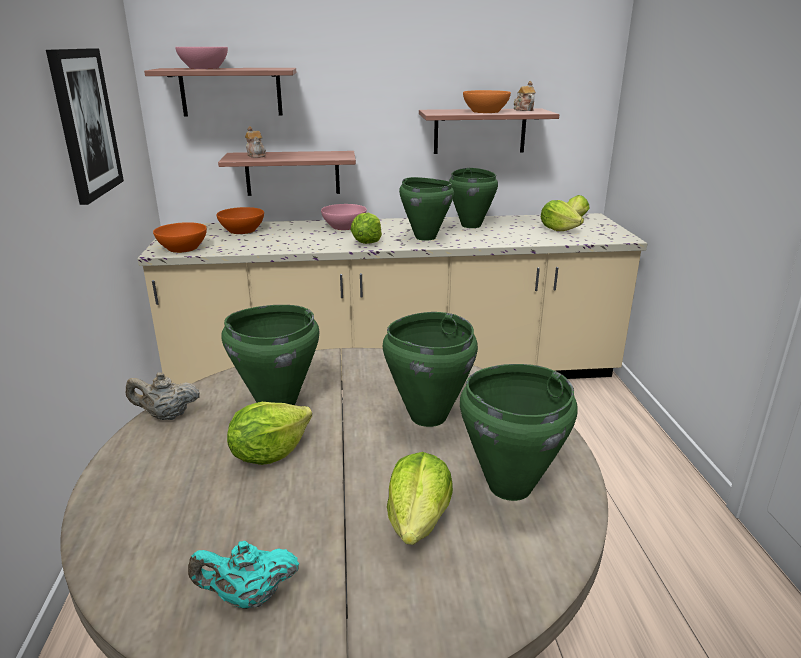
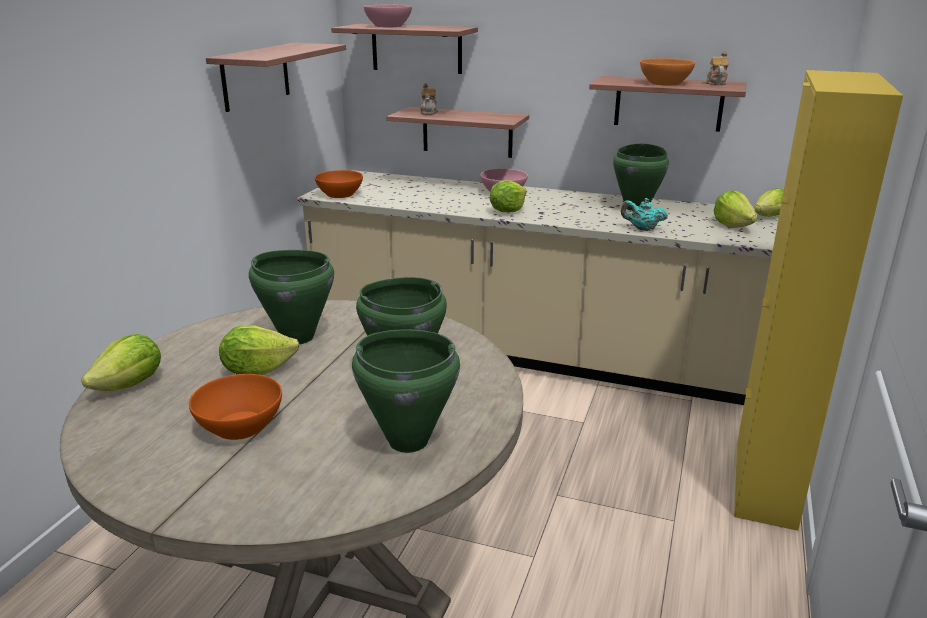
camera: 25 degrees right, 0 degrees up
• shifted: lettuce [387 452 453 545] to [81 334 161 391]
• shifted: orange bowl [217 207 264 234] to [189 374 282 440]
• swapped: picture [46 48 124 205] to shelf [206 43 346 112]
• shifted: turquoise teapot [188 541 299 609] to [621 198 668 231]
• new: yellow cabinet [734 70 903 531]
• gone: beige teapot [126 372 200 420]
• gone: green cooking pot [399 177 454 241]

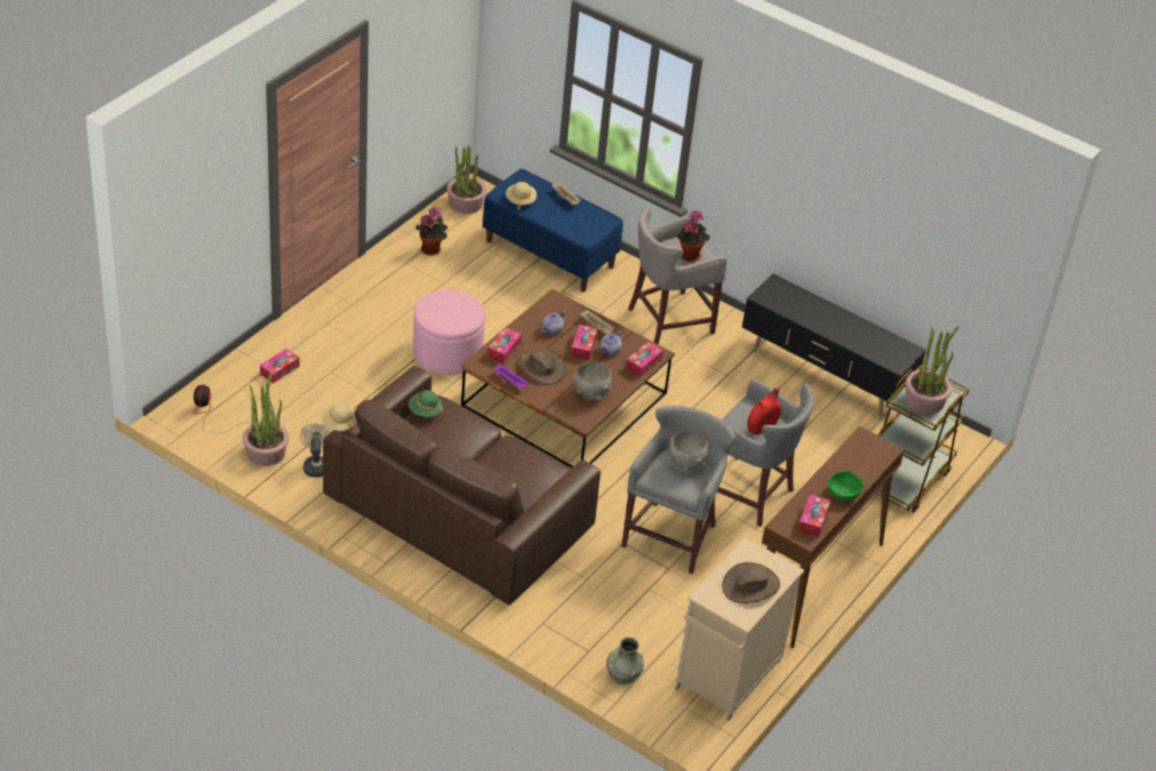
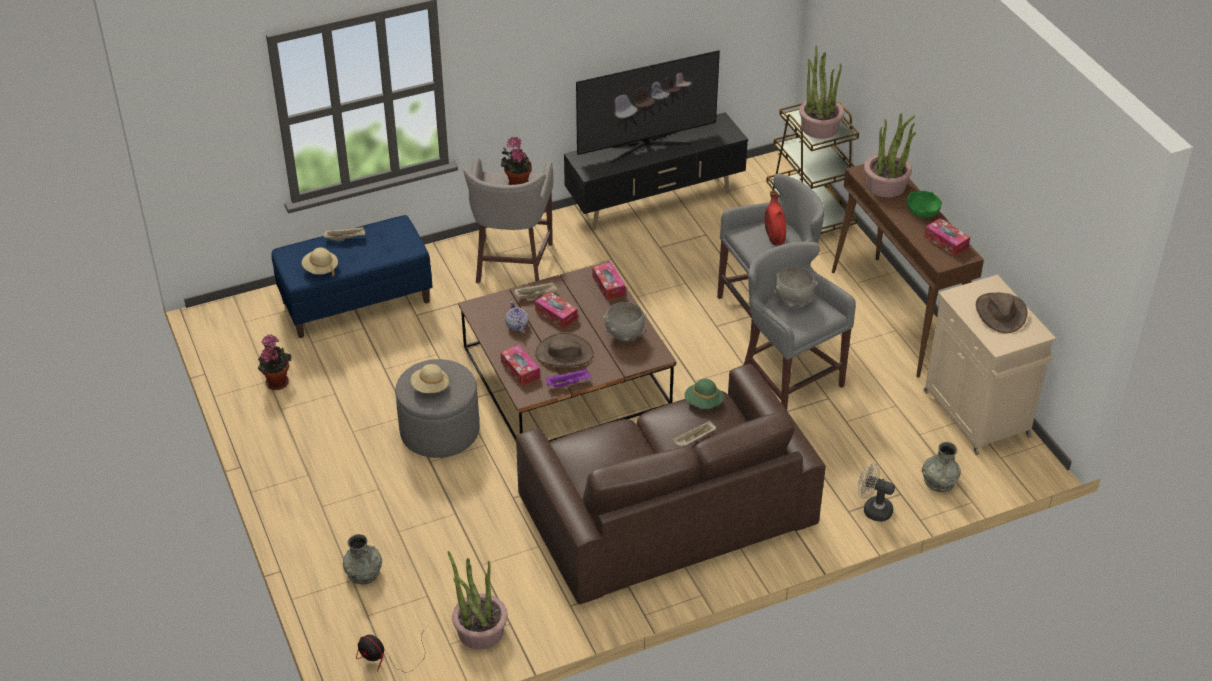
camera: 55 degrees left, 0 degrees up
• swapped: tissue box [260 349 299 383] to grey vase [343 534 382 585]
• repainted: pink ottoman [413 289 485 375] to grey ottoman [395 359 479 458]
• shifted: beige hat [321 403 357 434] to [411 364 449 393]
• new: television [576 50 720 163]
• new: beige tray [672 420 716 447]
• shifted: green hat [408 390 443 417] to [684 379 723 409]
• shifted: beige fan [299 423 332 477] to [857 463 895 522]
• shifted: potted plant [447 146 487 214] to [864 114 916 198]
• gone: teapot [600 331 623 355]

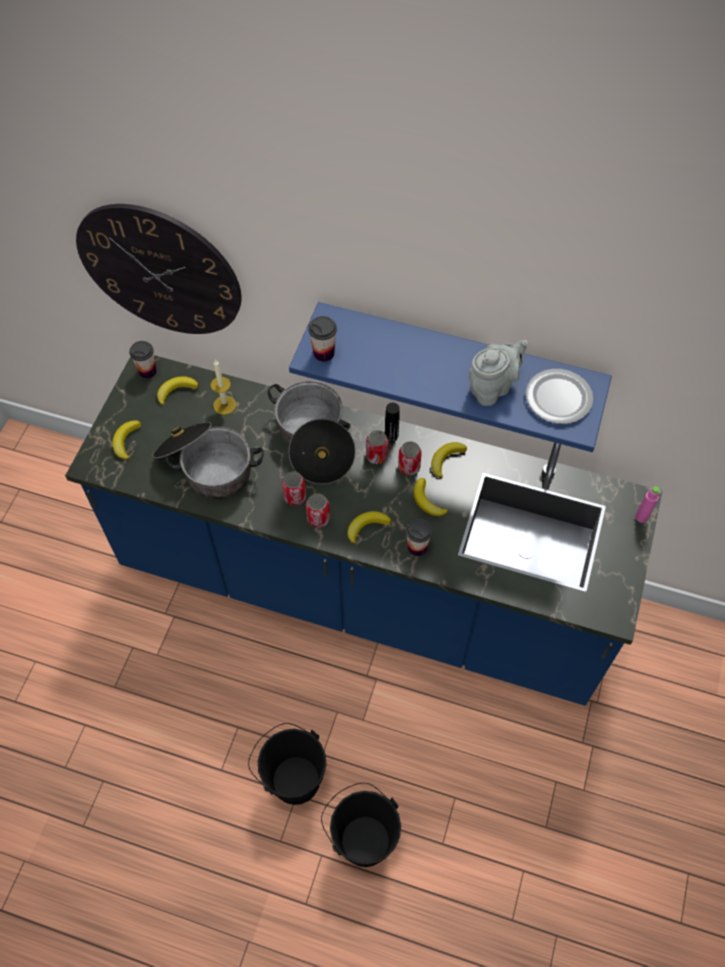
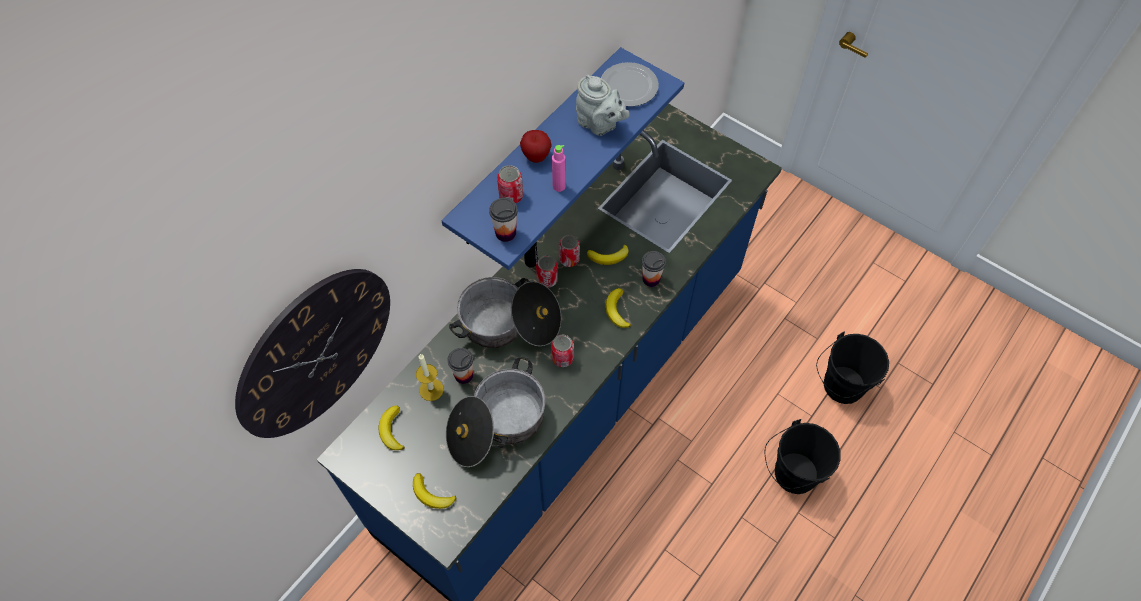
camera: 70 degrees left, 0 degrees up
• shifted: cup [129 341 156 379] to [448 348 473 384]
• shifted: can [306 493 330 528] to [497 165 523 203]
• new: apple [520 130 552 163]
• shifted: pink bottle [635 486 661 523] to [552 145 566 192]
• rotated: grey teapot [469 340 528 406] = [576 75 630 136] 150 degrees clockwise
• shifted: black bucket [248 723 327 805] to [816 331 889 404]
• gone: banana [431 442 467 479]

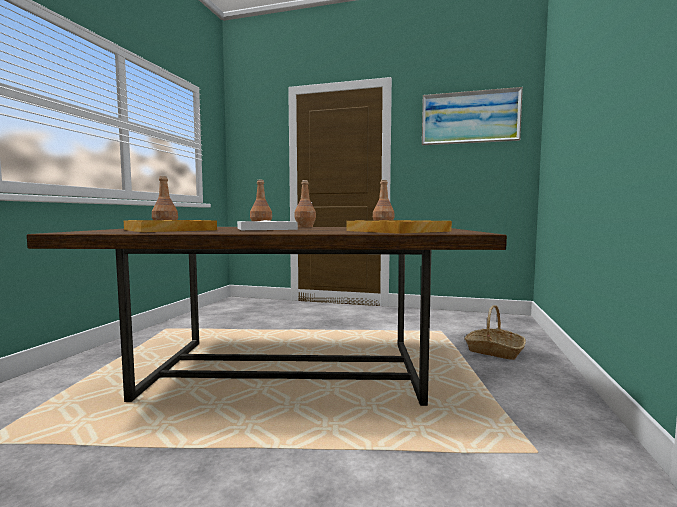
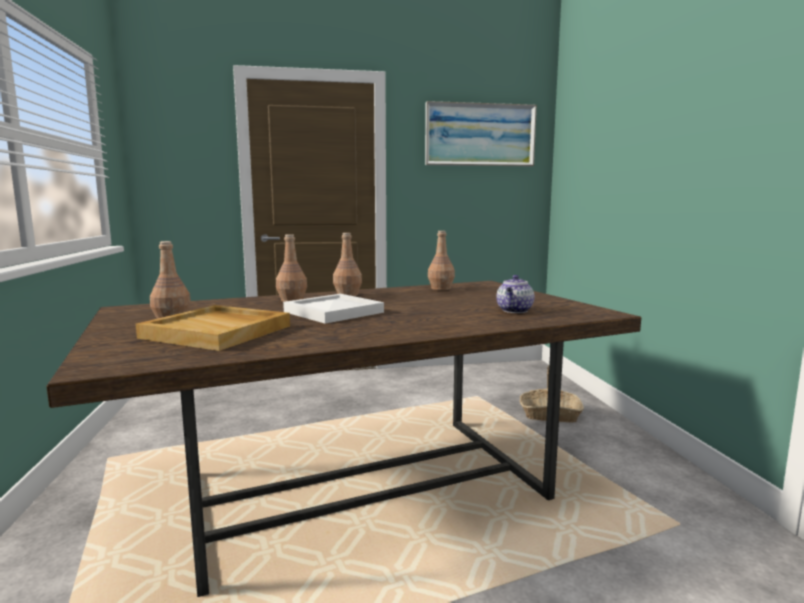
camera: 25 degrees left, 5 degrees up
• swapped: beige tray [346 220 452 234] to teapot [497 275 534 313]

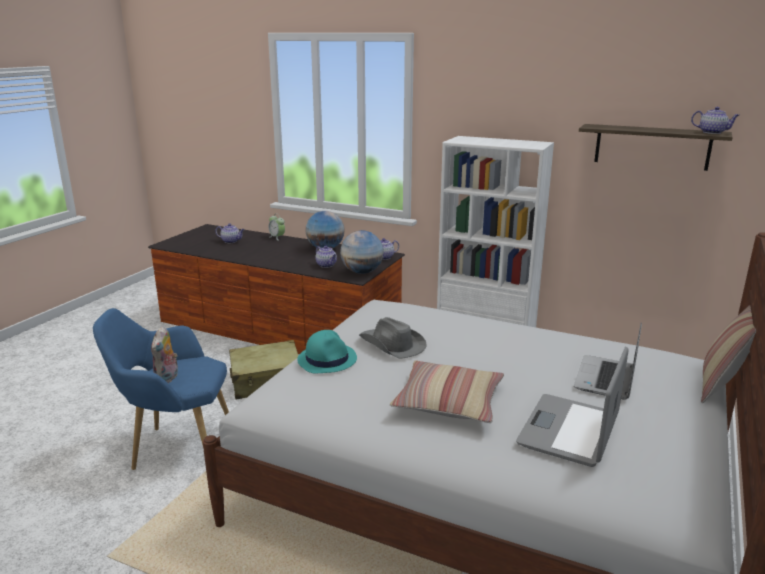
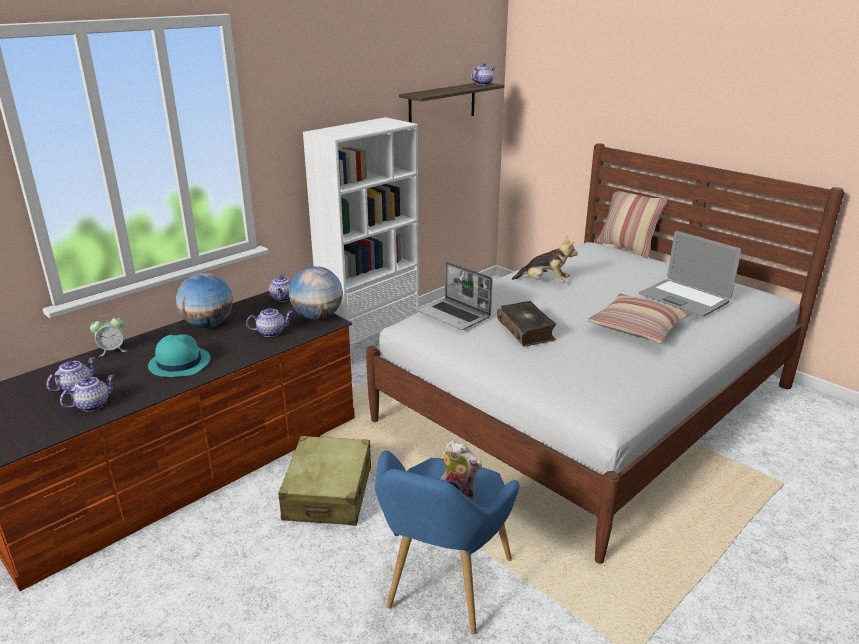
camera: 70 degrees left, 5 degrees up
• new: teapot [60 374 115 412]
• shifted: turquoise hat [297 330 357 373] to [148 334 211 377]
• shifted: laptop [574 322 642 400] to [417 262 492 330]
• swapped: grey hat [359 317 427 359] to book [497 301 556 346]
• new: plush toy [512 237 578 283]

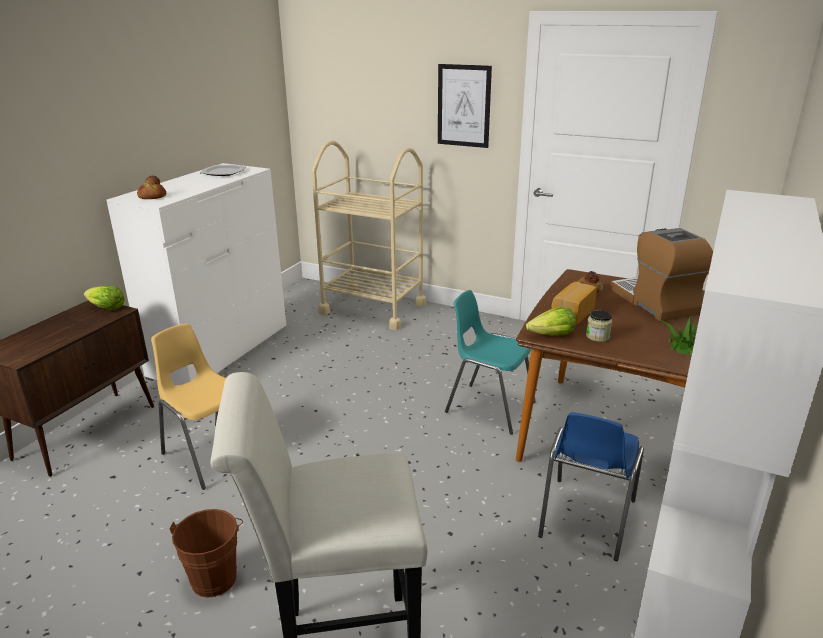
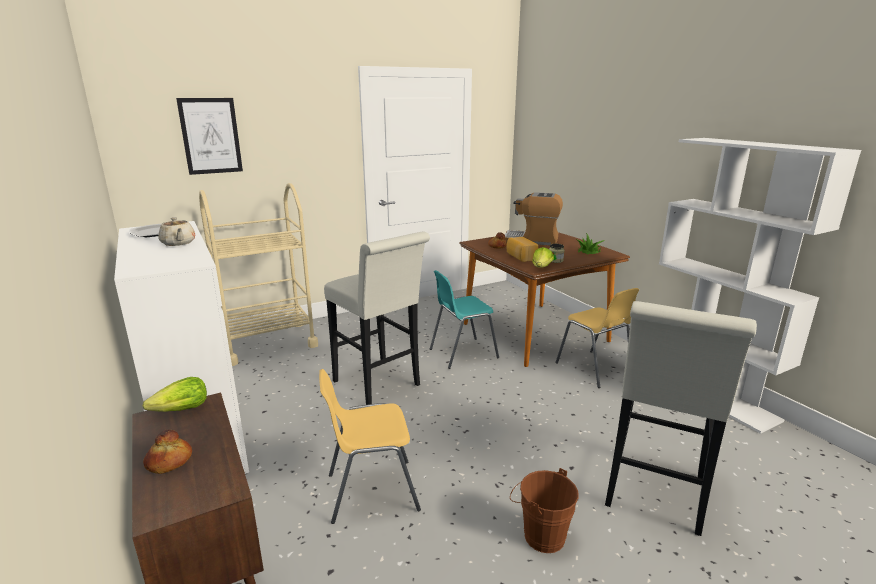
camera: 55 degrees left, 5 degrees down
• shifted: bread [137 176 166 199] to [143 429 192 474]
• new: beige teapot [158 217 195 246]
• shifted: picture [438 64 492 148] to [176 98 243 175]
• new: white stool [324 232 430 405]
• repainted: blue chair [538 412 644 561] to yellow chair [555 288 639 388]

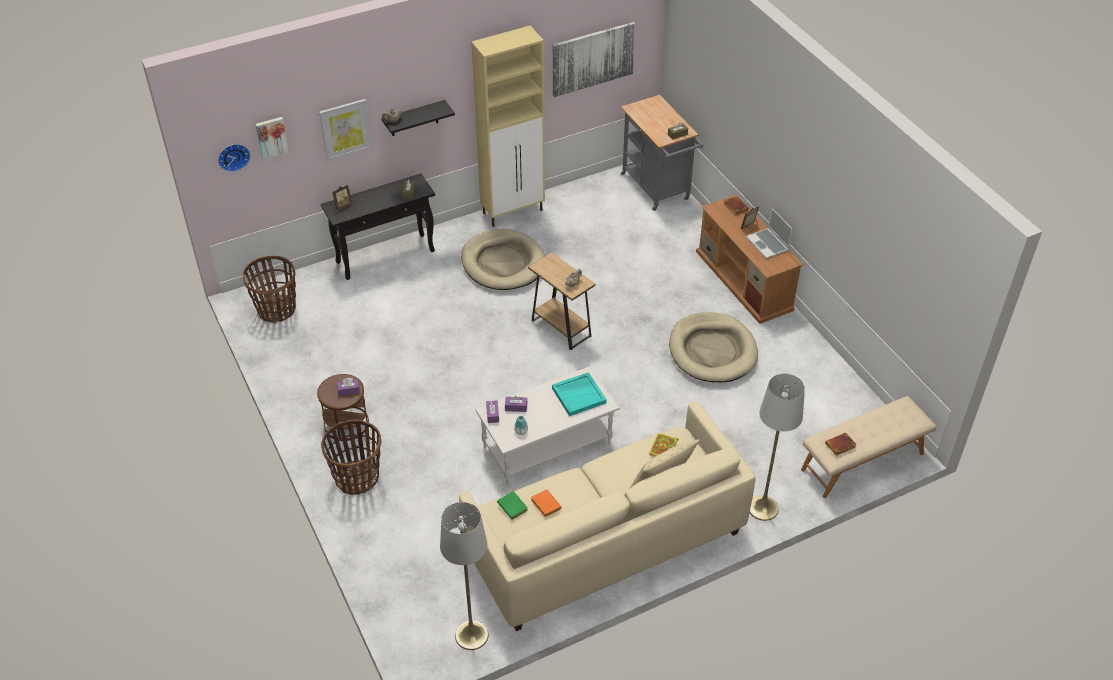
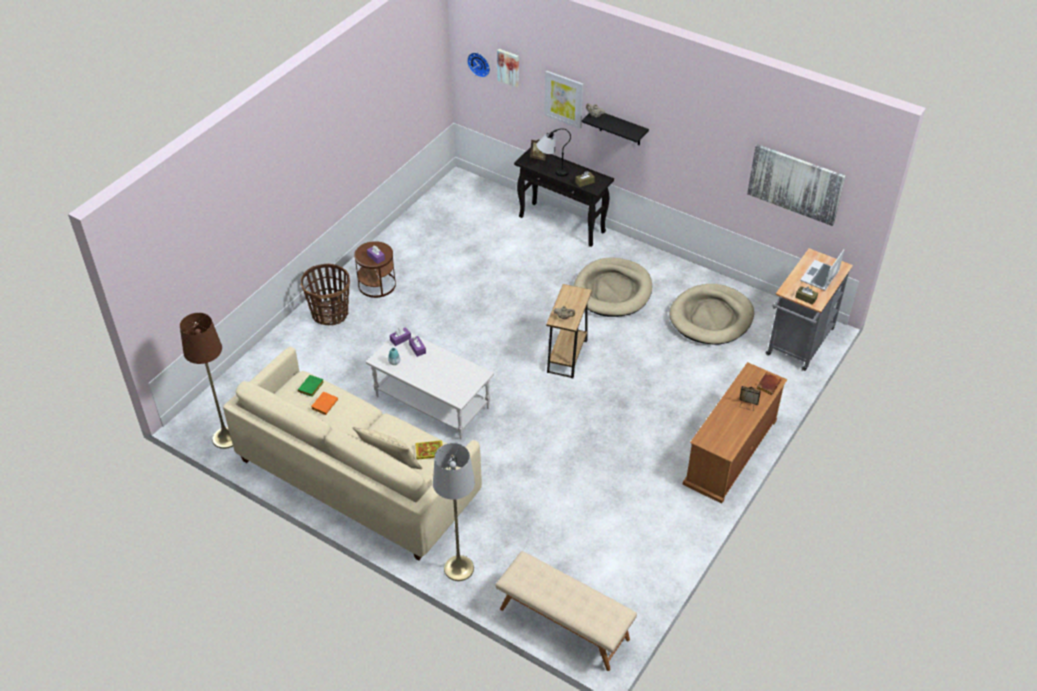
camera: 60 degrees right, 0 degrees up
• repainted: grey floor lamp [440 502 489 650] to brown floor lamp [180 313 233 449]
• new: table lamp [537 128 571 177]
• shifted: beige dog bed [669 312 758 382] to [669 284 754 345]
• shifted: laptop [746 208 792 259] to [800 250 844 290]
• gone: basket [243 256 296 323]
• gone: beige cabinet [471 26 545 227]
• gone: turquoise tray [552 372 607 416]
• gone: brown book [825 433 857 456]

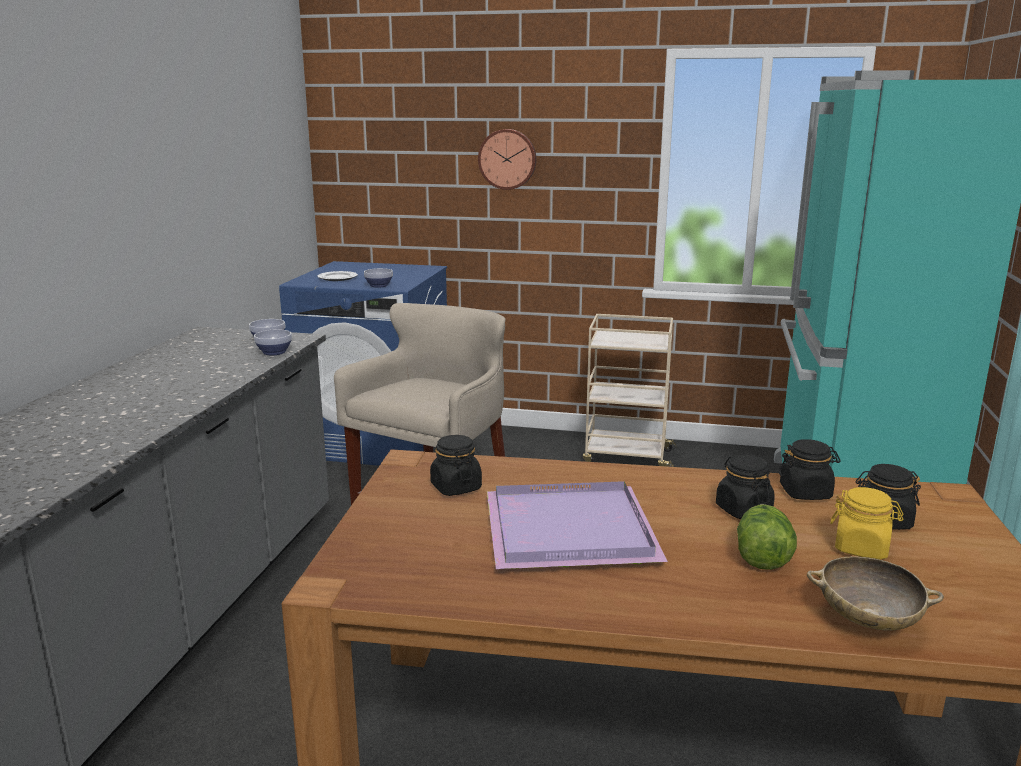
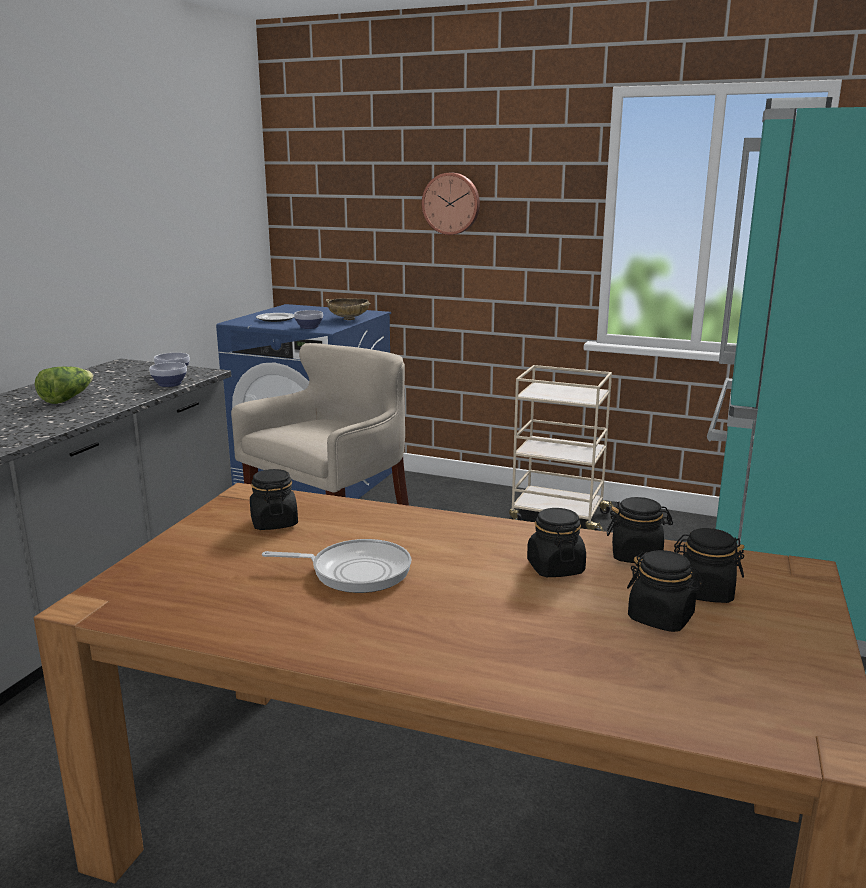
camera: 10 degrees right, 0 degrees up
• shifted: lettuce [737 504 797 570] to [35 367 94 404]
• swapped: purple tray [487 481 668 569] to frying pan [262 539 411 593]
• shifted: beige bowl [807 556 944 631] to [326 299 371 320]
• repainted: yellow jar [830 487 904 560] to black jar [627 550 704 632]

